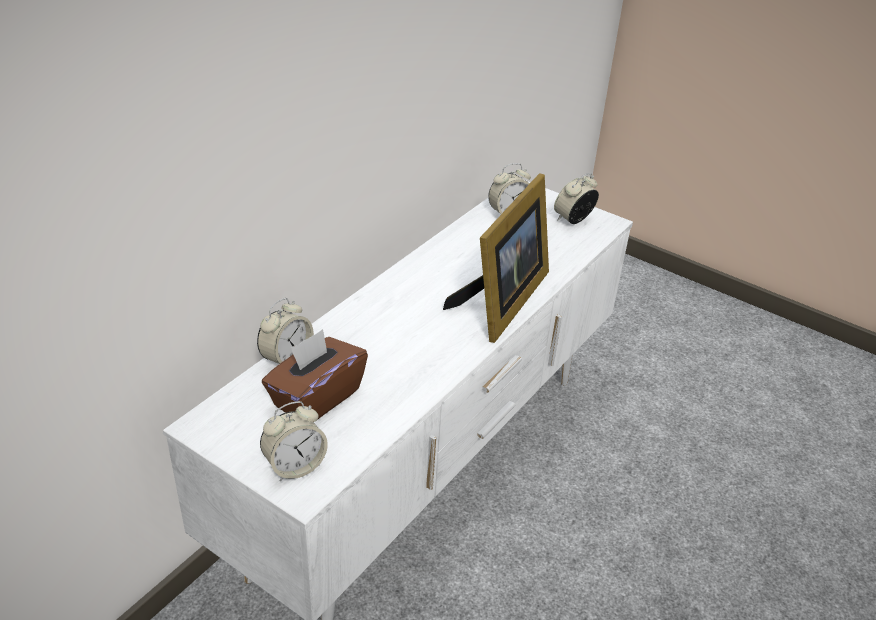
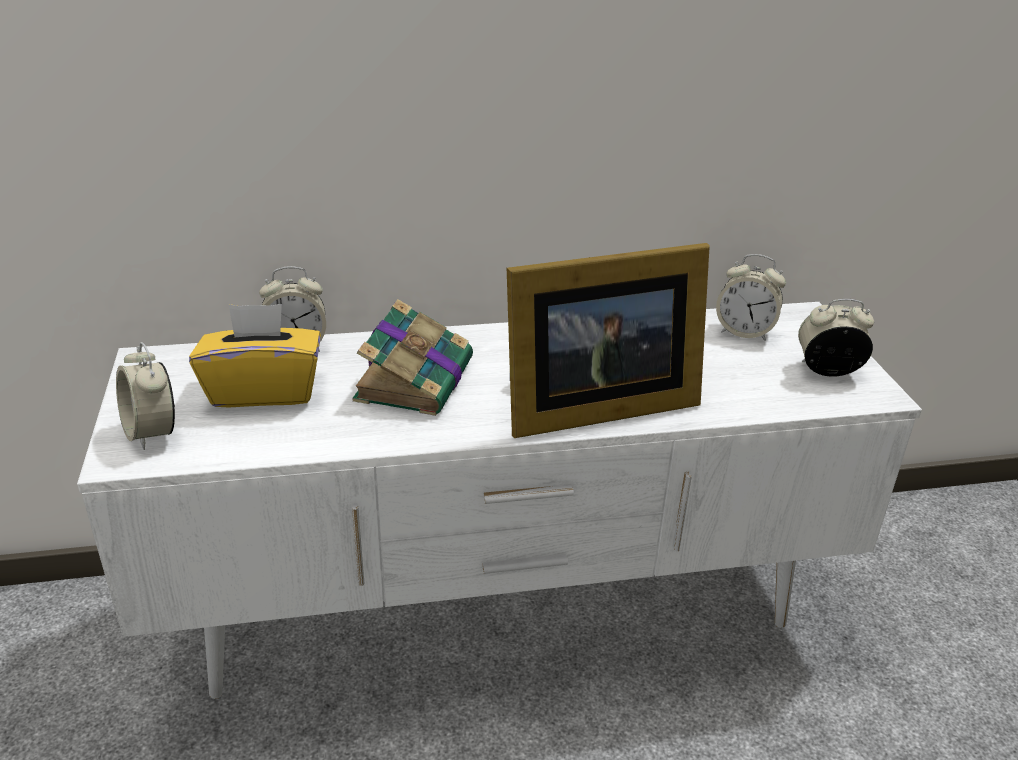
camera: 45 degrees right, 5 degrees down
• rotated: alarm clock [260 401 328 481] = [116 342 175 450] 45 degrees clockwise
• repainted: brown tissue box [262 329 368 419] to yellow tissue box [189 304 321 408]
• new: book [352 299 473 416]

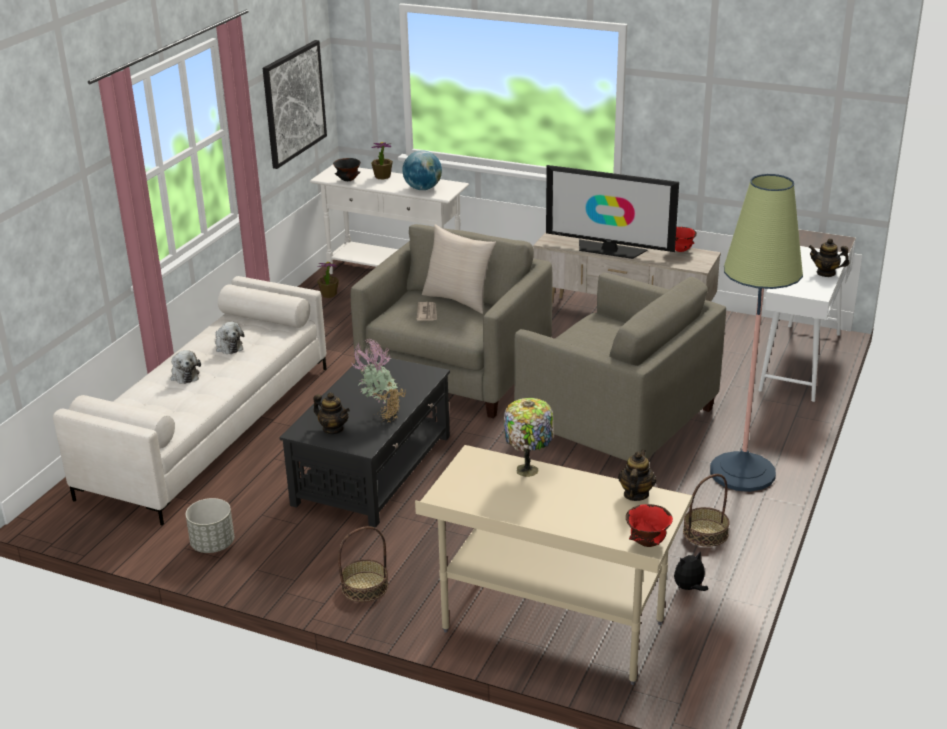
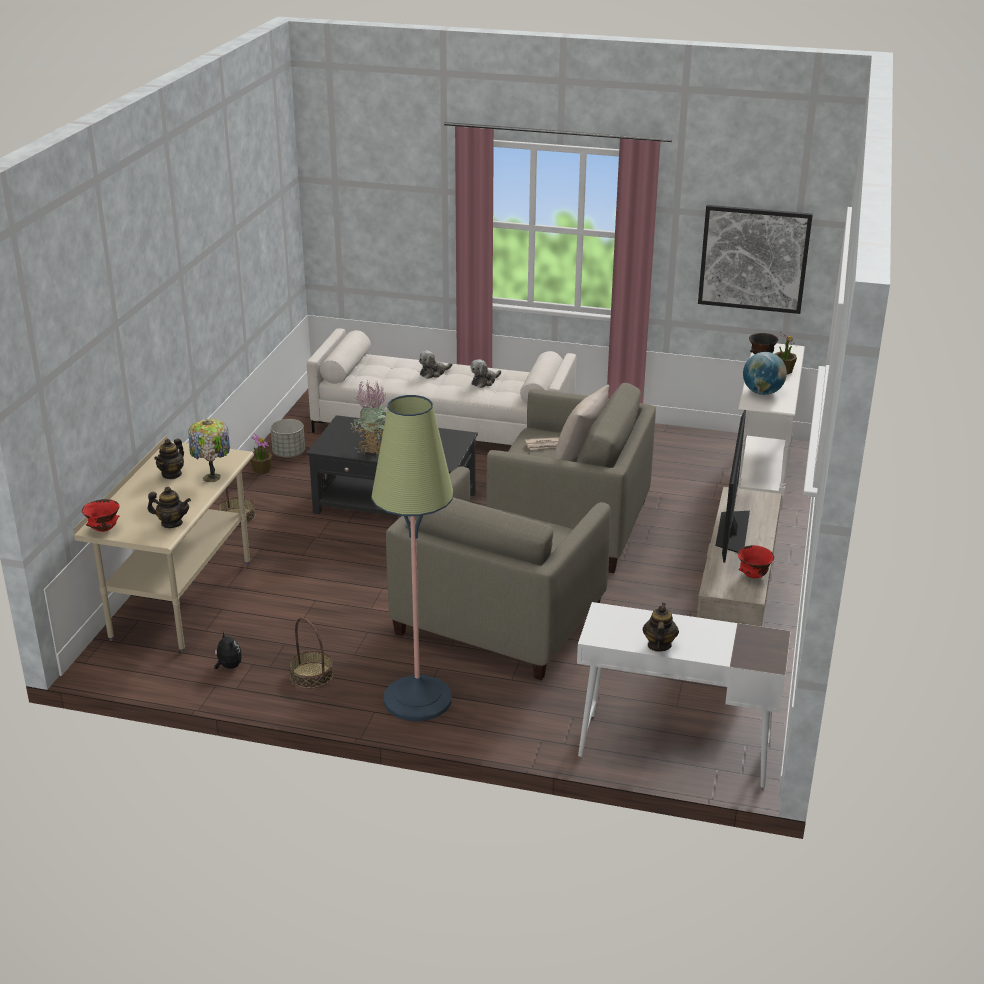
camera: 80 degrees right, 0 degrees up
• shifted: teapot [313 392 350 434] to [154 439 184 479]
• shifted: potted plant [317 262 339 298] to [250 433 272 474]

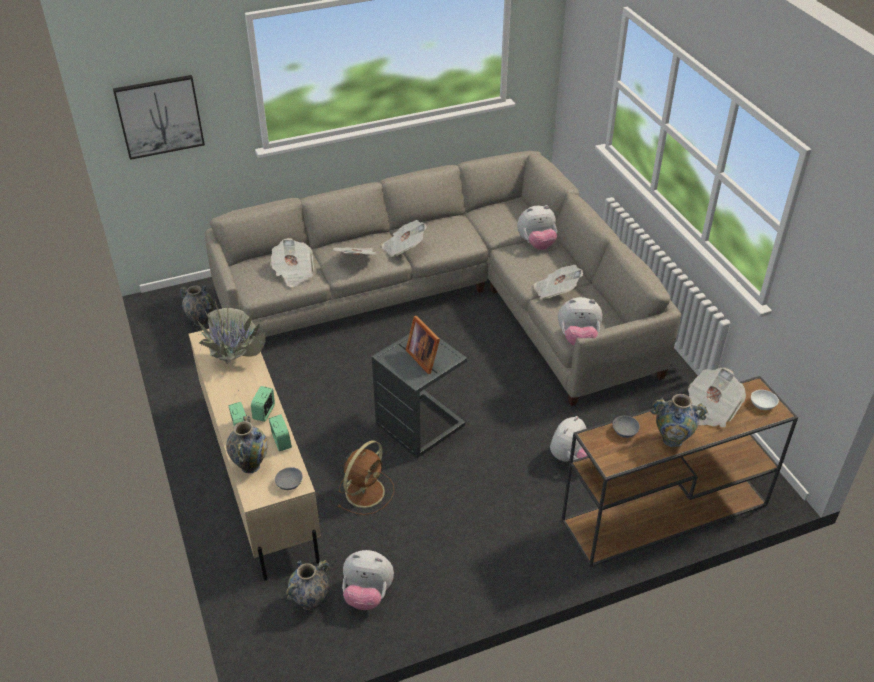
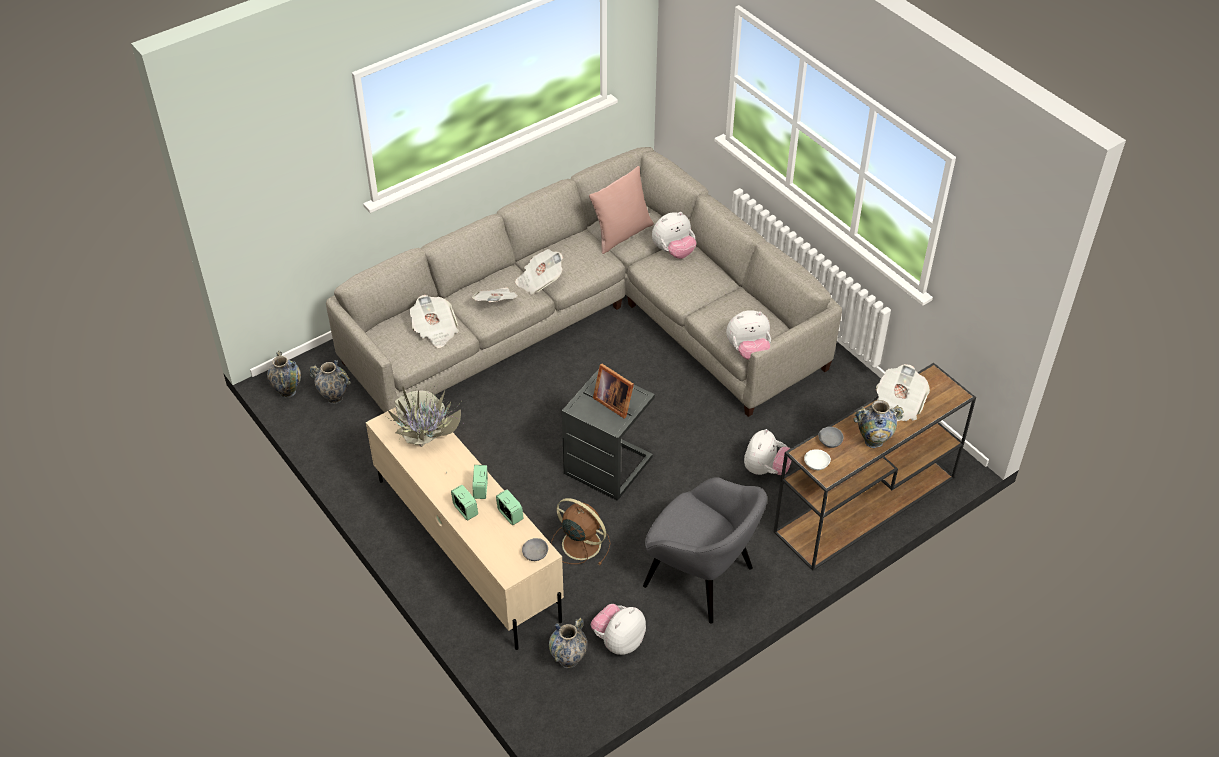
camera: 15 degrees left, 5 degrees up
• shifted: vase [226 414 268 473] to [267 351 301 398]
• rotated: brown fan [338 440 394 515] = [551 498 611 565] 75 degrees counterclockwise
• new: pink pillow [589 166 654 254]
• rotated: plush toy [342 550 394 610] = [591 604 646 655] 135 degrees clockwise
• new: grey armchair [643 477 767 624]
• shifted: white bowl [751 390 779 410] to [804 449 831 470]
• gone: picture [113 75 205 160]
• gone: newspaper [533 265 583 299]

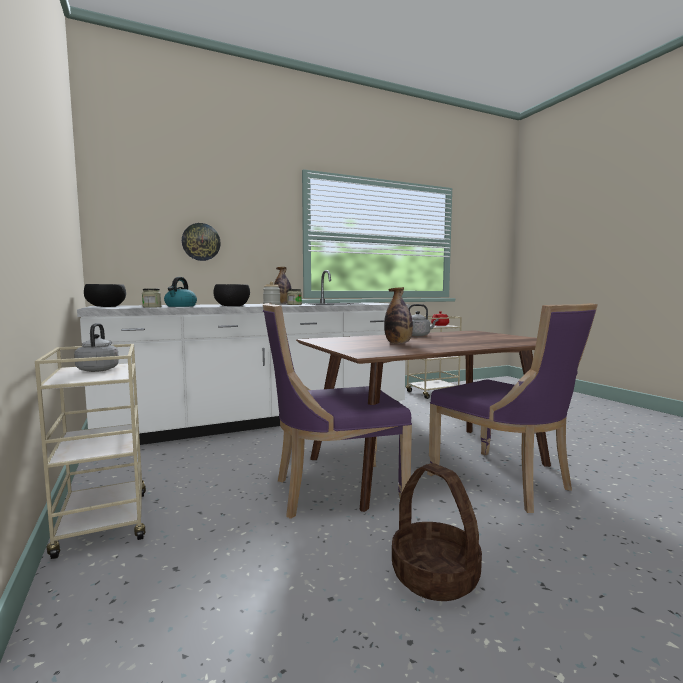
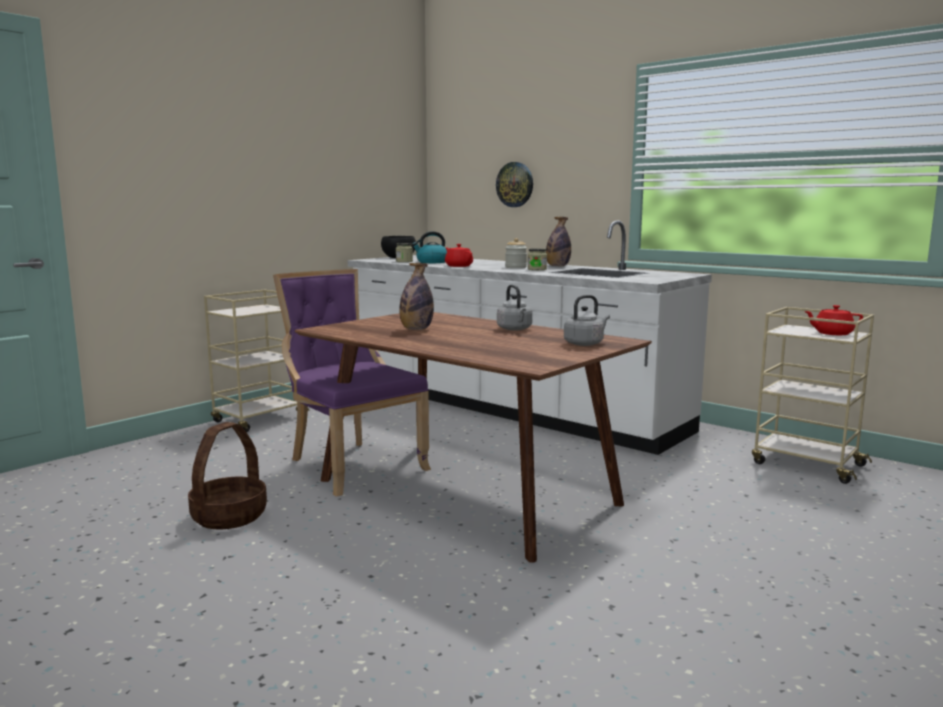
camera: 65 degrees right, 5 degrees up
• swapped: black bowl [213 284 250 306] to red teapot [445 244 473 267]
• shifted: grey kettle [74 323 119 372] to [564 295 610 346]
• gone: purple chair [427 303 598 513]

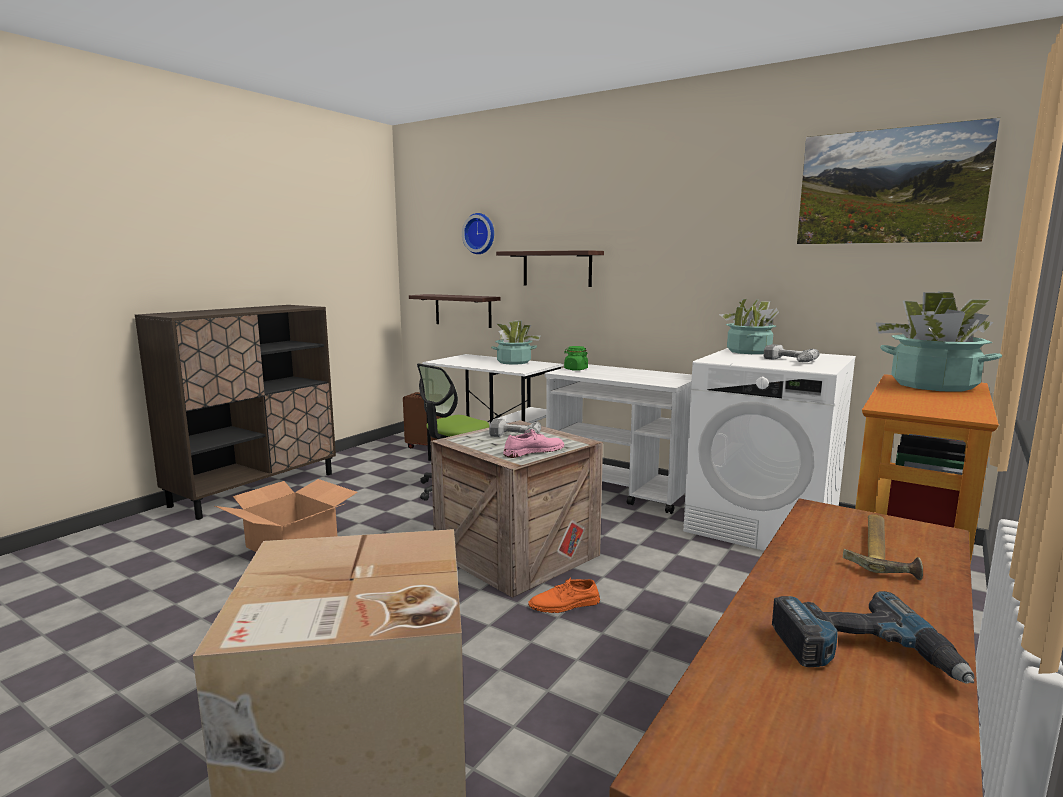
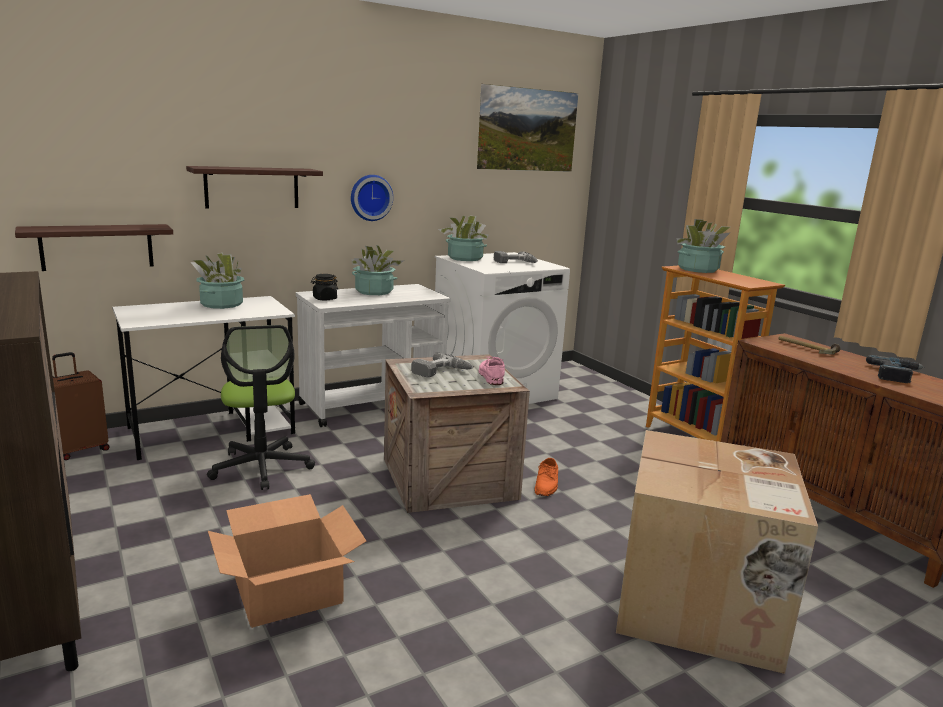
camera: 65 degrees left, 5 degrees up
• repainted: green jar [564 346 588 371] to black jar [311 274 338 300]
• shifted: wall clock [462 213 494 254] to [351 175 393 221]
• new: potted plant [351 245 404 295]

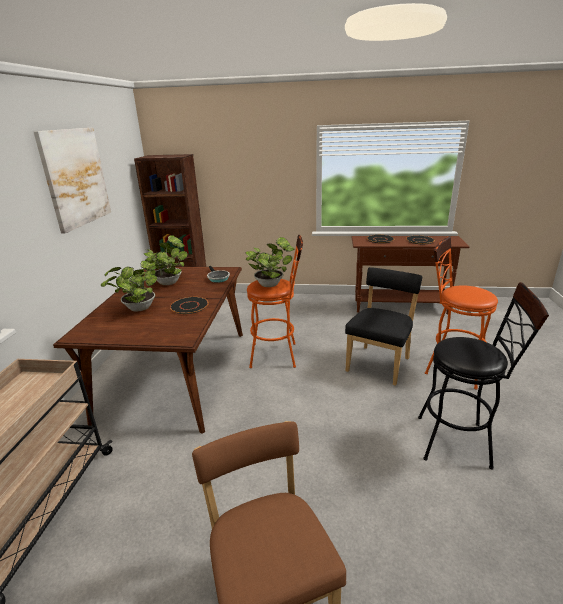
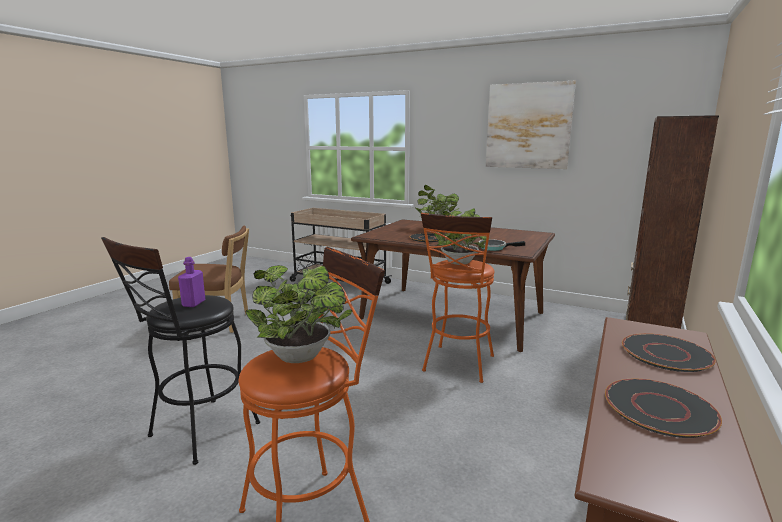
camera: 110 degrees right, 10 degrees down
• new: purple bottle [178 257 205 307]
• shifted: potted plant [144 235 188 285] to [245 265 352 363]
• gone: black chair [345 267 422 386]

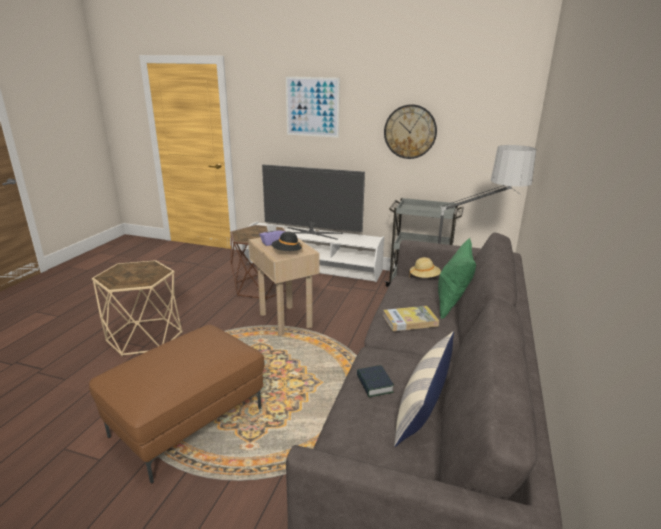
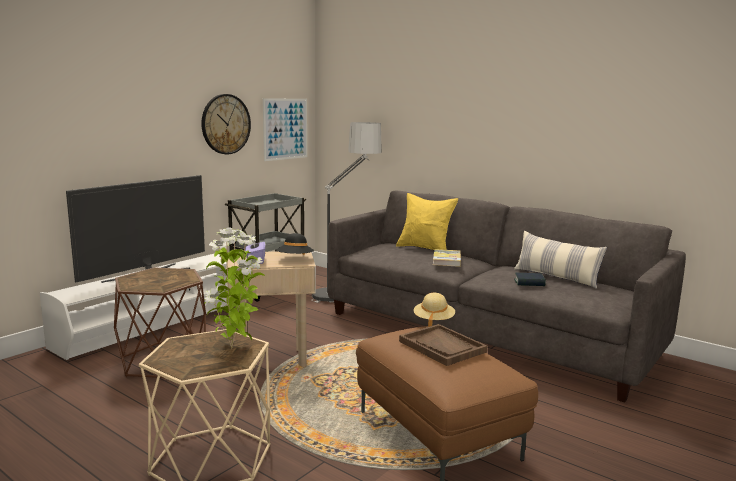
camera: 70 degrees left, 10 degrees down
• new: potted plant [204 227 265 348]
• shifted: picture [286 77 340 138] to [263 98 307 161]
• repainted: green pillow [438 238 476 319] to yellow pillow [396 193 458 250]
• new: brown tray [399 324 487 366]
• shifted: beige hat [409 257 441 278] to [413 293 455 327]

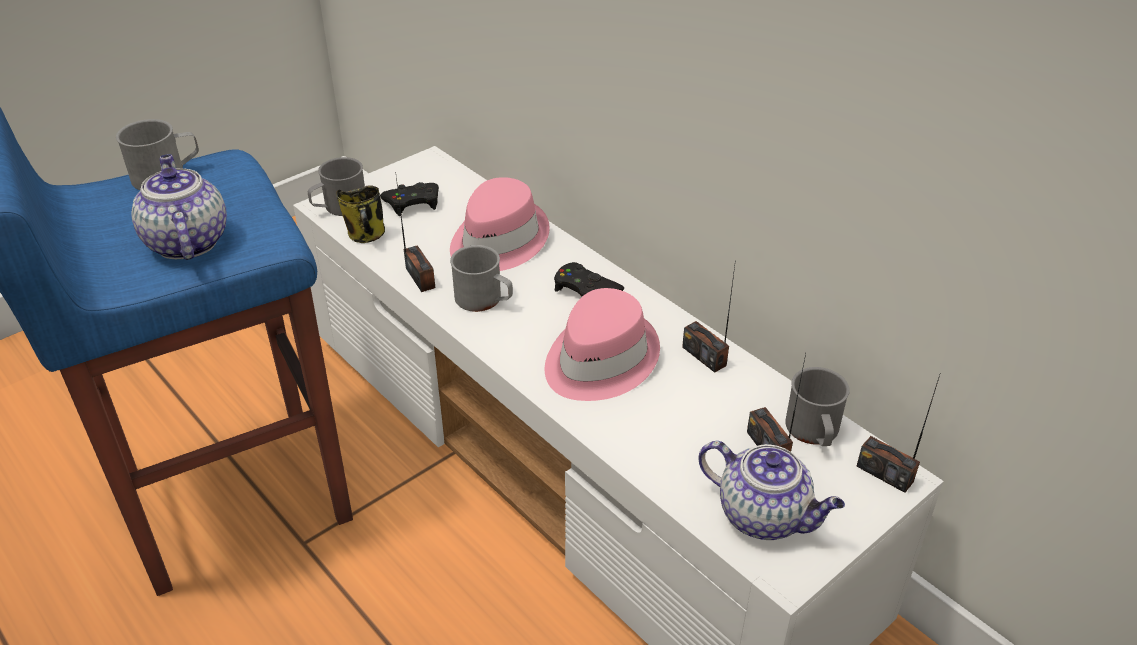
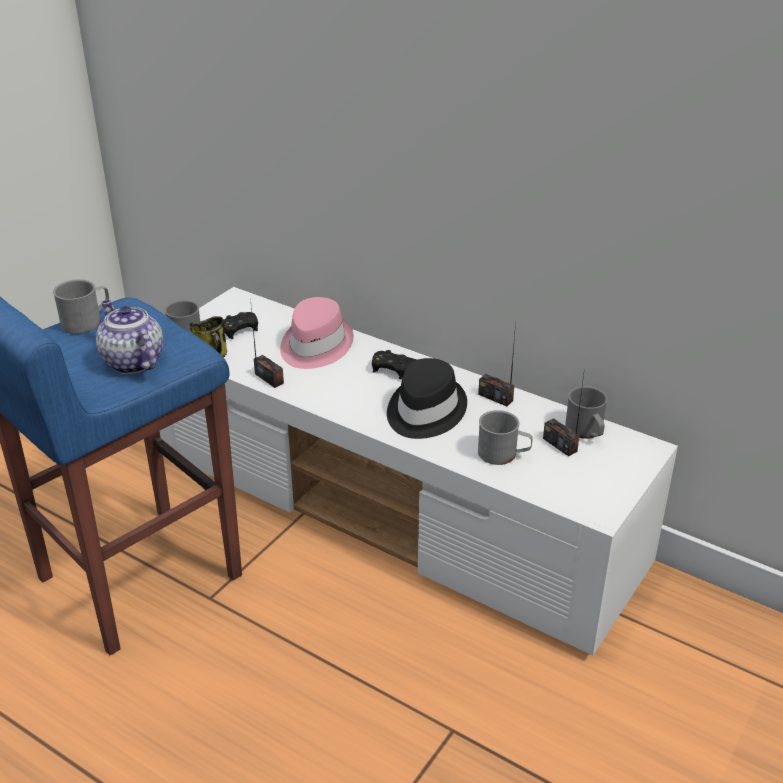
camera: 15 degrees left, 5 degrees down
• repainted: pink hat [545 288 660 401] to black hat [387 358 467 439]
• shifted: grey mug [450 245 513 312] to [478 410 533 465]
• gone: teapot [699 441 845 540]
• gone: radio [857 375 940 493]

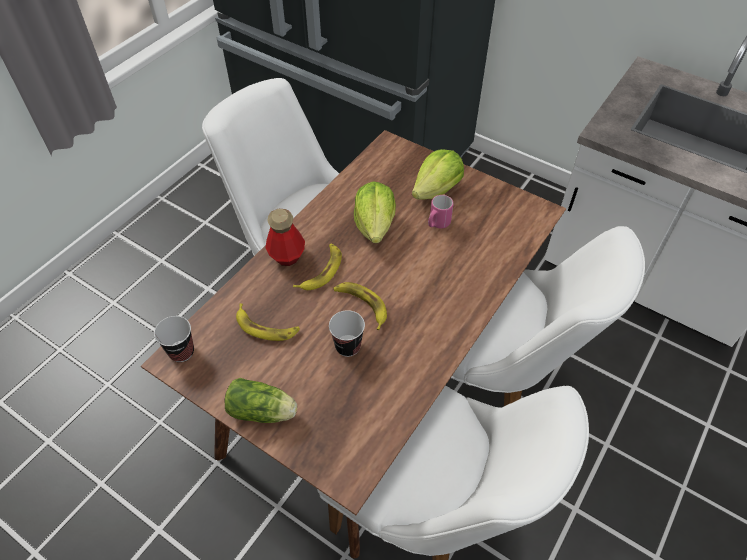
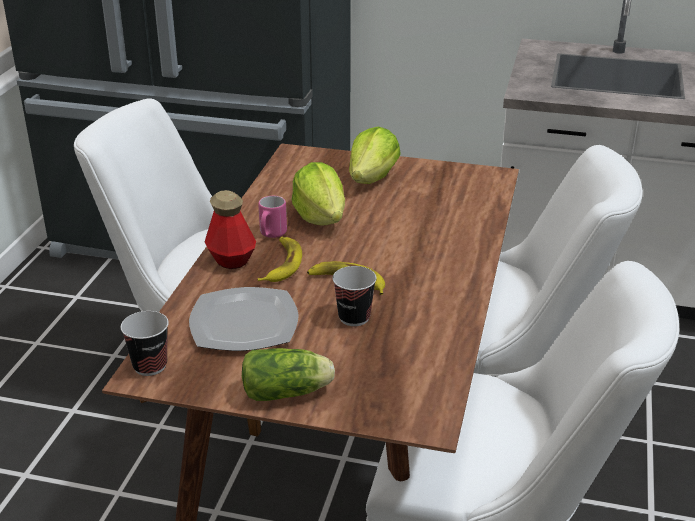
camera: 20 degrees left, 20 degrees down
• swapped: banana [236 303 300 341] to plate [189 287 299 351]
• shifted: pink mug [428 195 453 228] to [258 196 287 238]

